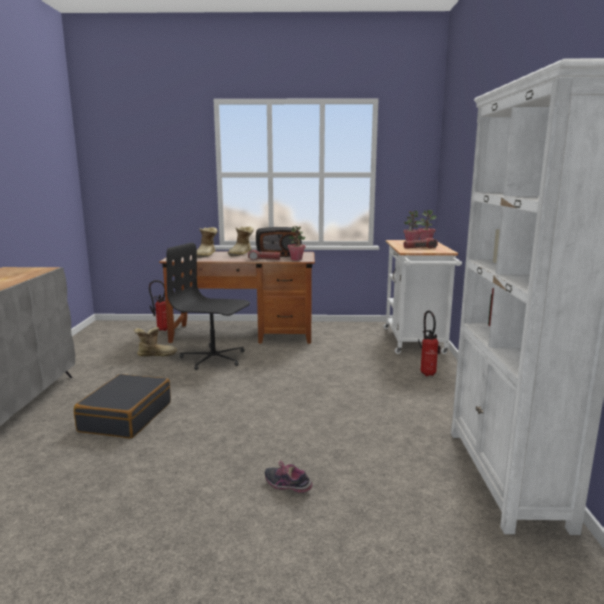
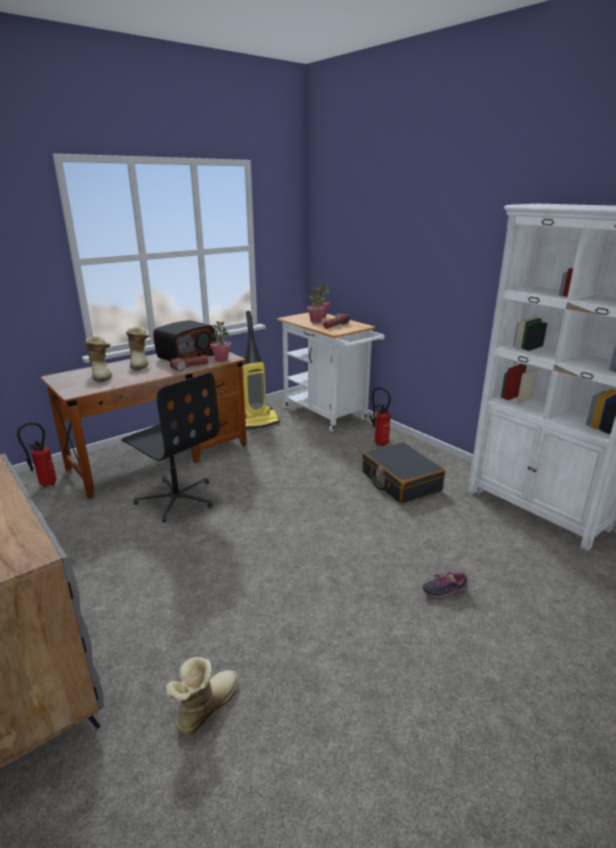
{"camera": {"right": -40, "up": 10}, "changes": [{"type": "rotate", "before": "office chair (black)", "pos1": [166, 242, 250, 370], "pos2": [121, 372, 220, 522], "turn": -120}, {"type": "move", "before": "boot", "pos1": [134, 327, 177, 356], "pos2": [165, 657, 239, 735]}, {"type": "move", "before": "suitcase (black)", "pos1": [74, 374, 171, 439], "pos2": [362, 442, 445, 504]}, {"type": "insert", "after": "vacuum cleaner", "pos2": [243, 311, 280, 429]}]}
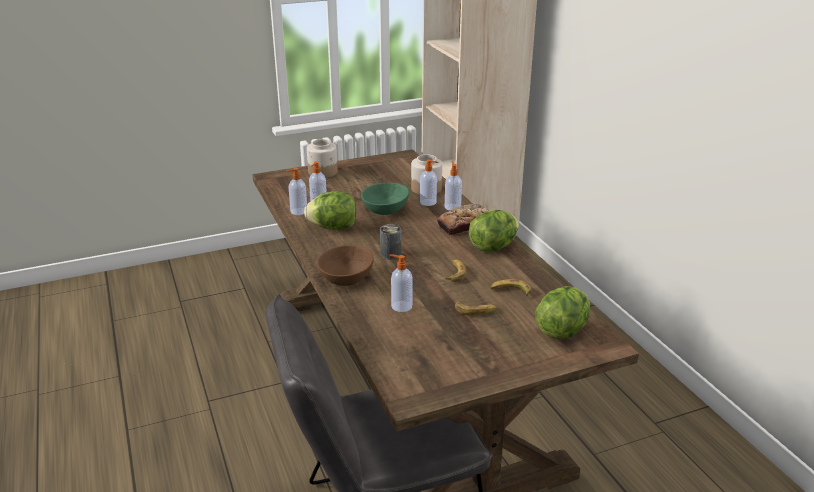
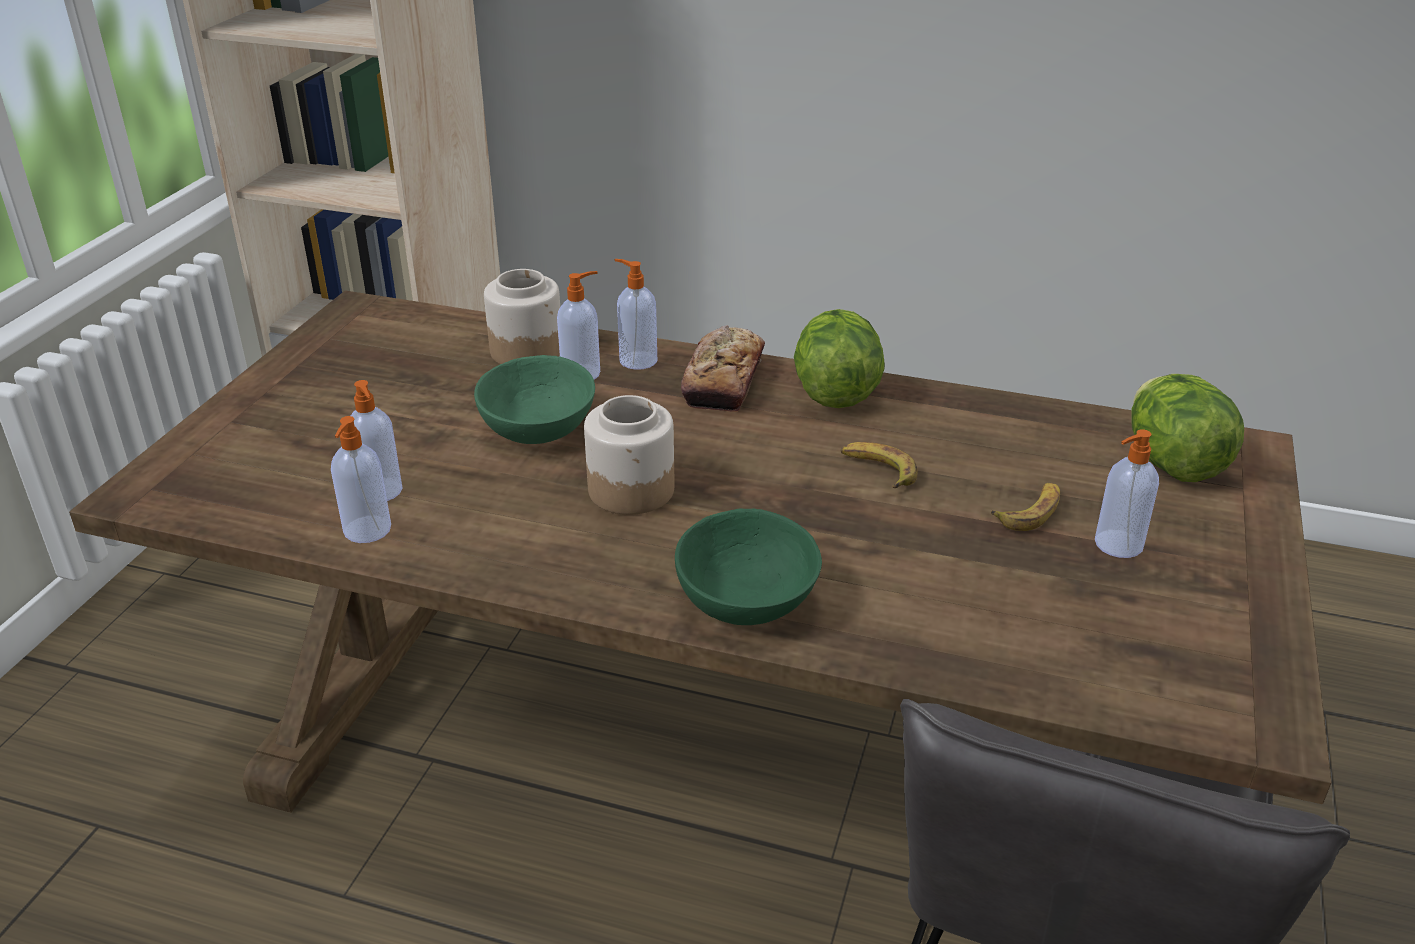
{"camera": {"right": -50, "up": 5}, "changes": [{"type": "move", "before": "jar", "pos1": [307, 139, 338, 178], "pos2": [584, 395, 675, 515]}, {"type": "delete", "before": "lettuce", "pos1": [304, 191, 356, 230]}, {"type": "delete", "before": "can", "pos1": [380, 224, 401, 259]}, {"type": "recolor", "before": "bowl (brown)", "after": "bowl (green)", "pos1": [317, 245, 374, 286], "pos2": [675, 509, 822, 625]}, {"type": "move", "before": "soap dispenser", "pos1": [389, 255, 412, 312], "pos2": [1095, 429, 1159, 558]}, {"type": "delete", "before": "banana", "pos1": [490, 279, 532, 296]}]}
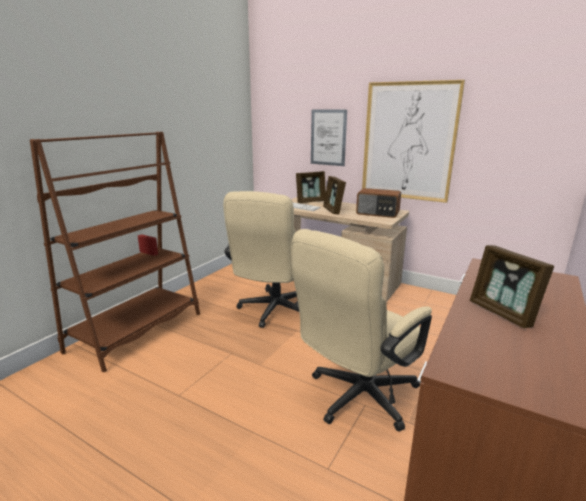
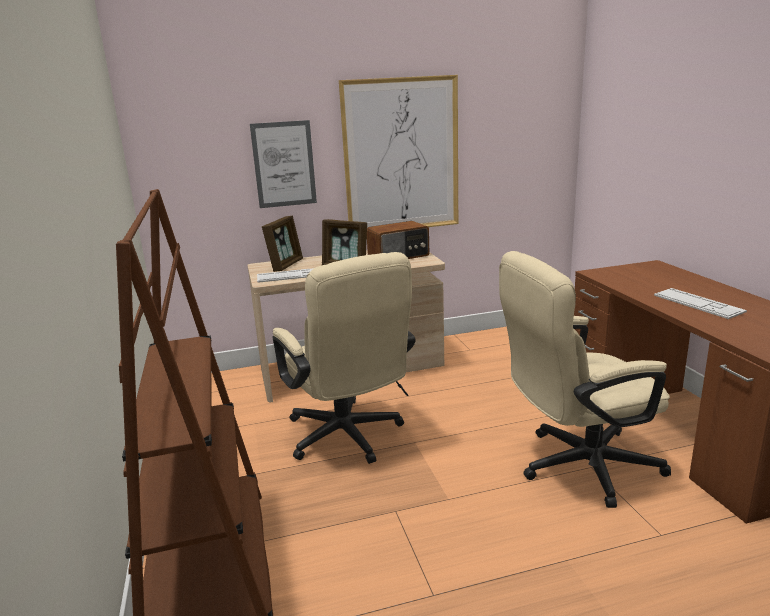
{"camera": {"right": -45, "up": 0}, "changes": [{"type": "rotate", "before": "office chair (beige)", "pos1": [291, 229, 432, 431], "pos2": [499, 251, 671, 508], "turn": 75}, {"type": "replace", "before": "picture frame", "after": "keyboard", "pos1": [470, 245, 554, 328], "pos2": [654, 288, 747, 319]}]}
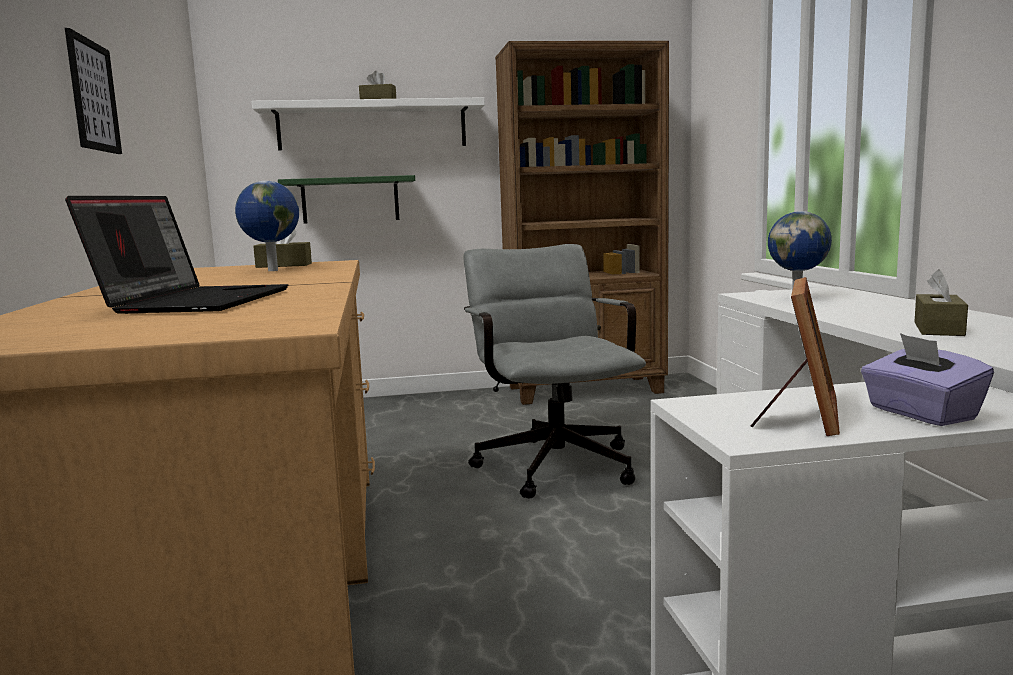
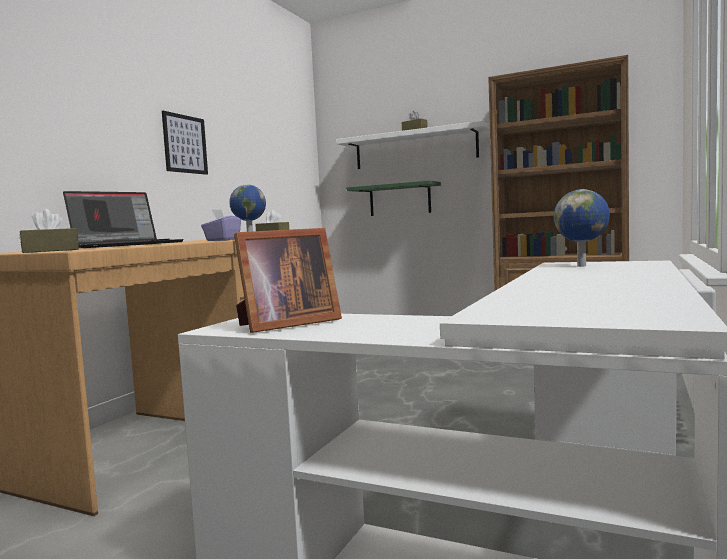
{"camera": {"right": 35, "up": -5}, "changes": [{"type": "delete", "before": "office chair (grey)", "pos1": [463, 244, 646, 499]}, {"type": "move", "before": "tissue box (brown)", "pos1": [914, 269, 968, 336], "pos2": [20, 209, 79, 253]}, {"type": "move", "before": "tissue box (purple)", "pos1": [861, 333, 994, 426], "pos2": [201, 209, 241, 241]}]}
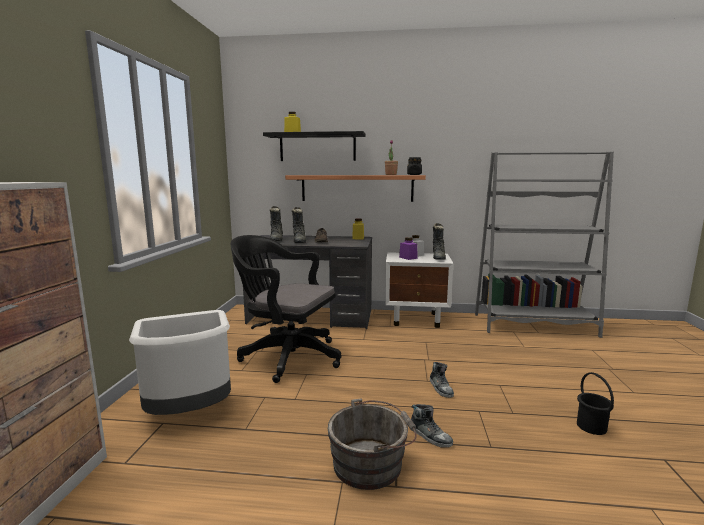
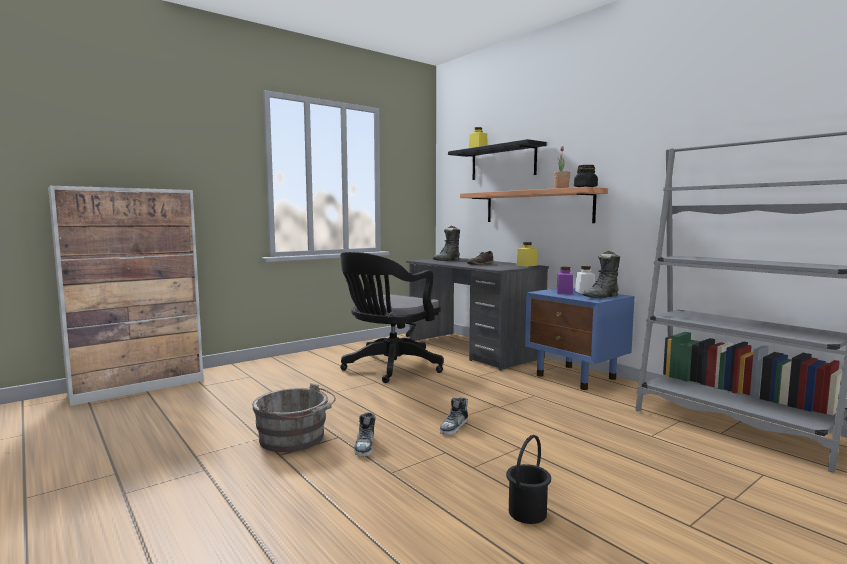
{"camera": {"right": 45, "up": -5}, "changes": [{"type": "delete", "before": "boot (black)", "pos1": [292, 207, 306, 243]}, {"type": "rotate", "before": "office chair (black)", "pos1": [231, 235, 341, 383], "pos2": [340, 252, 444, 383], "turn": -120}, {"type": "recolor", "before": "nightstand (white)", "after": "nightstand (blue)", "pos1": [385, 252, 453, 328], "pos2": [525, 288, 635, 390]}, {"type": "delete", "before": "trash can (white)", "pos1": [129, 310, 231, 415]}]}
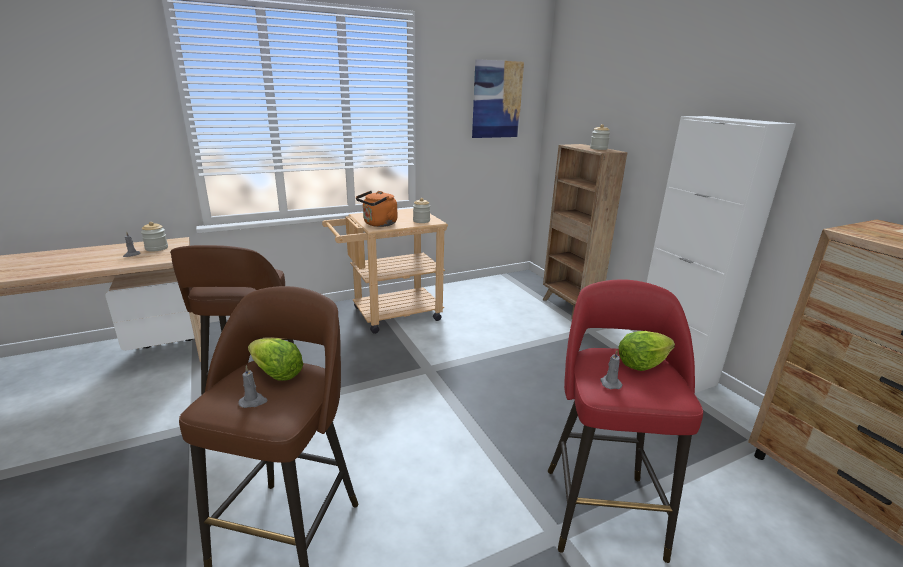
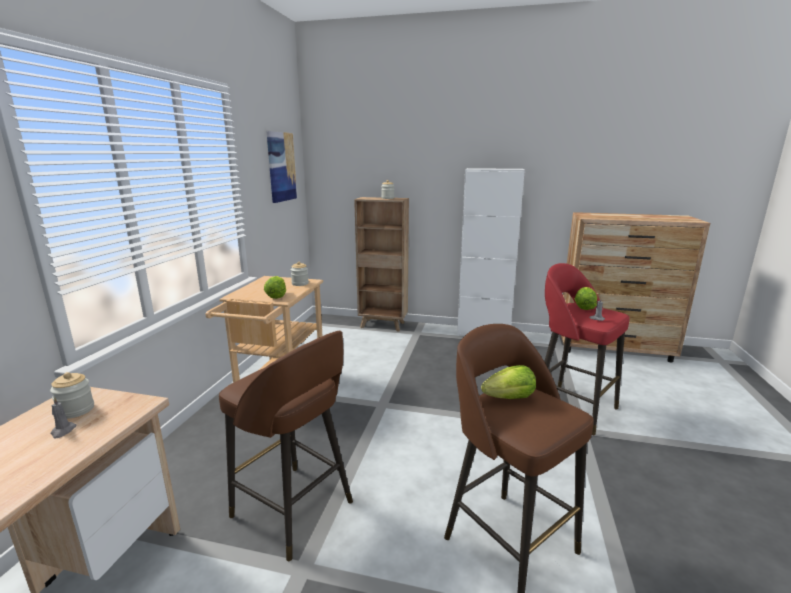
{"camera": {"right": -50, "up": -5}, "changes": [{"type": "replace", "before": "kettle (orange)", "after": "lettuce", "pos1": [356, 191, 397, 227], "pos2": [264, 276, 286, 299]}, {"type": "delete", "before": "candle (grey)", "pos1": [239, 365, 268, 408]}]}
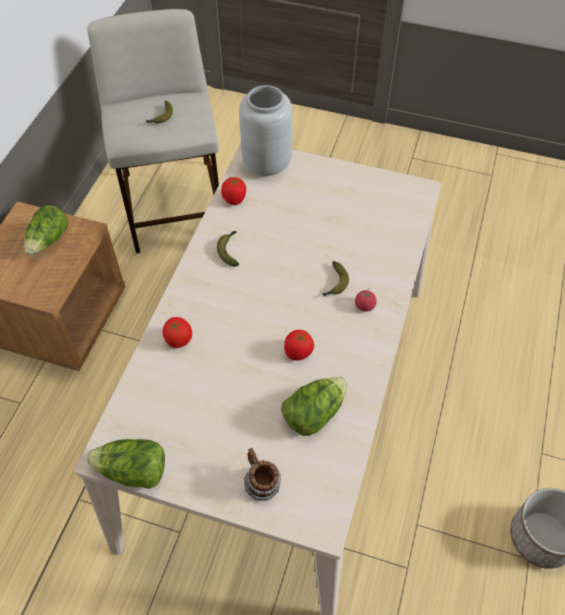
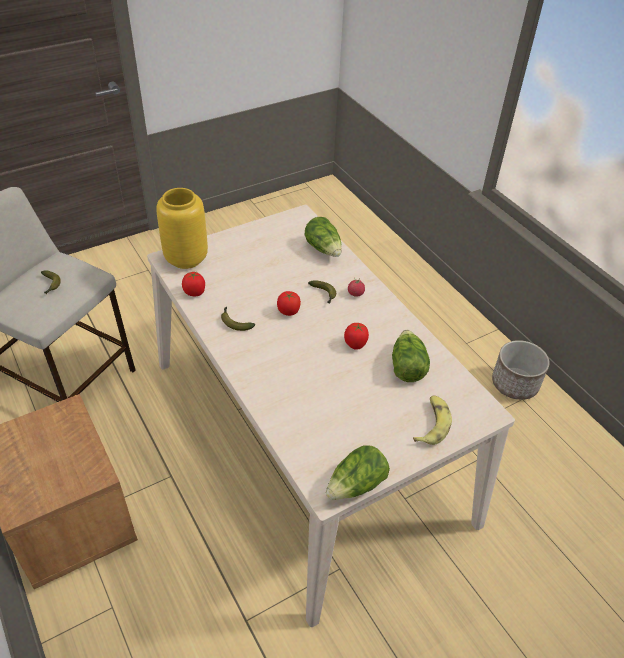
{"camera": {"right": -50, "up": -10}, "changes": [{"type": "recolor", "before": "vase (grey)", "after": "vase (yellow)", "pos1": [239, 85, 293, 176], "pos2": [156, 188, 208, 269]}, {"type": "move", "before": "lettuce", "pos1": [24, 205, 68, 255], "pos2": [304, 217, 342, 257]}, {"type": "move", "before": "tomato", "pos1": [163, 317, 192, 348], "pos2": [277, 291, 301, 316]}, {"type": "replace", "before": "mug", "after": "banana", "pos1": [244, 448, 281, 501], "pos2": [413, 395, 452, 445]}]}
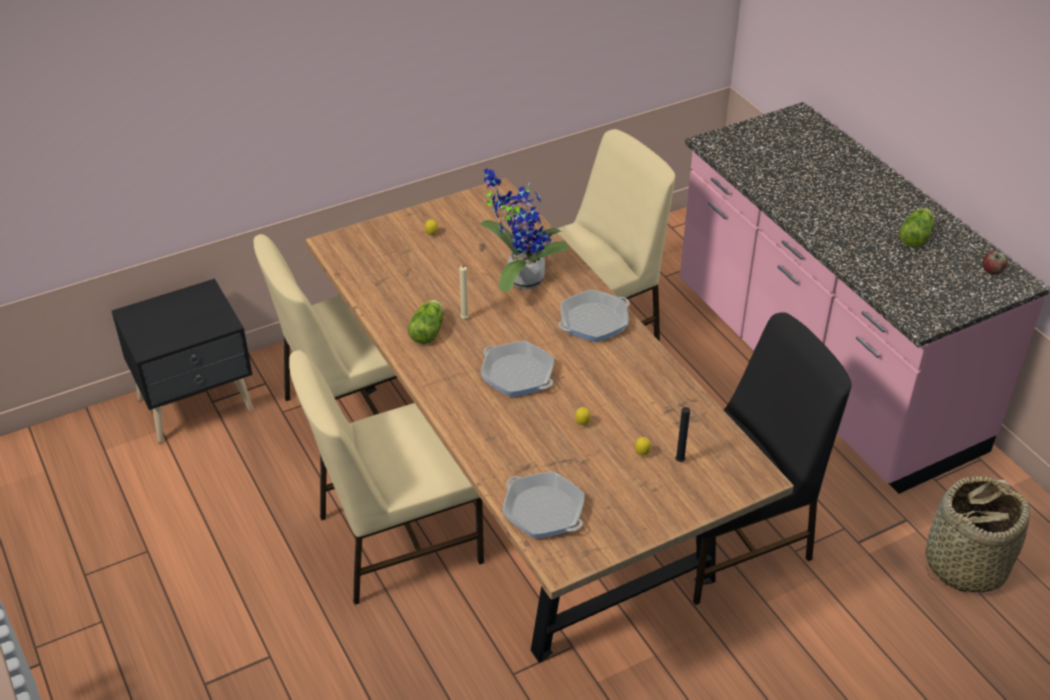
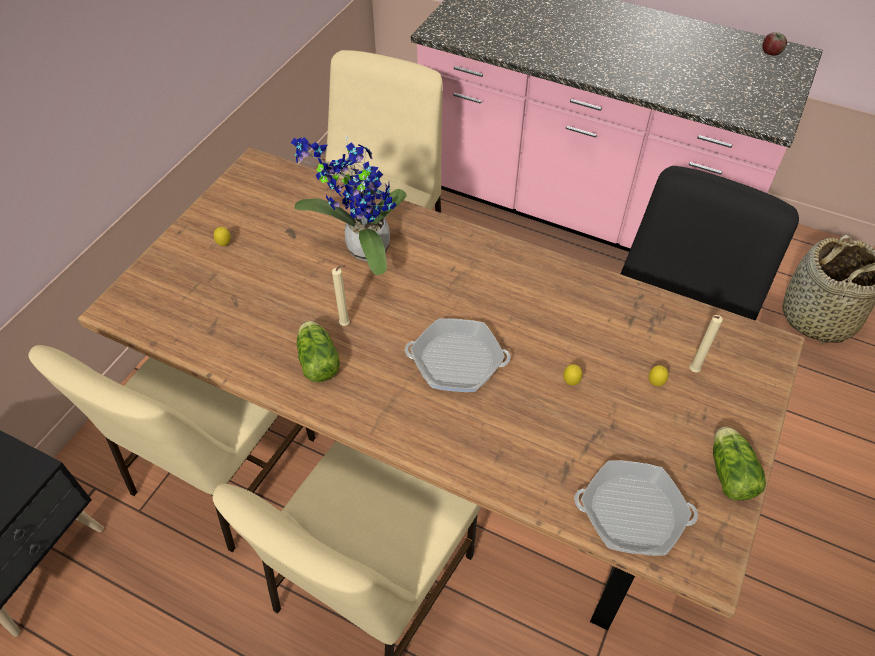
{"camera": {"right": -35, "up": 10}, "changes": [{"type": "move", "before": "lettuce", "pos1": [899, 208, 934, 247], "pos2": [713, 427, 766, 501]}, {"type": "delete", "before": "frying pan", "pos1": [558, 289, 630, 342]}, {"type": "recolor", "before": "candle (black)", "after": "candle (beige)", "pos1": [675, 404, 690, 462], "pos2": [689, 315, 723, 373]}]}
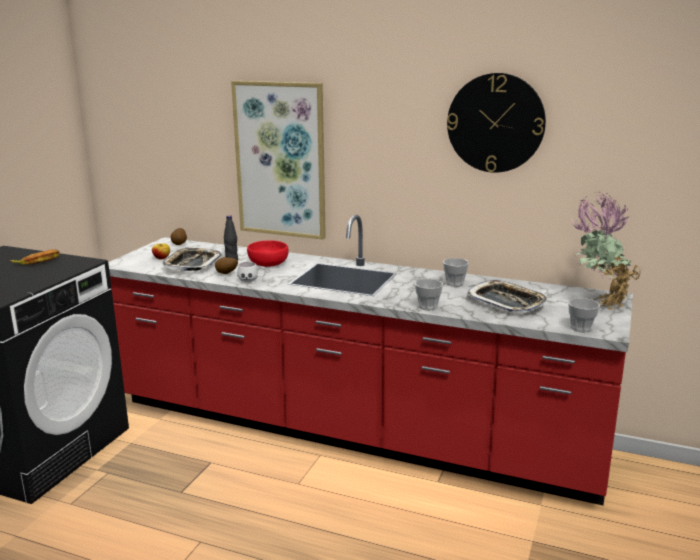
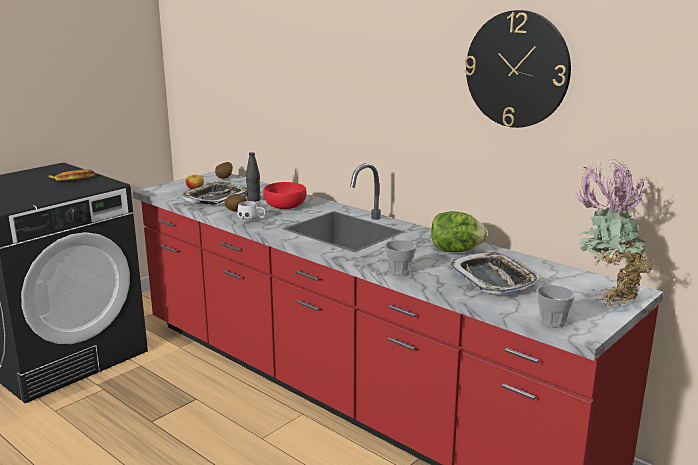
{"camera": {"right": 20, "up": 0}, "changes": [{"type": "delete", "before": "picture", "pos1": [231, 81, 326, 240]}, {"type": "replace", "before": "cup", "after": "lettuce", "pos1": [443, 258, 469, 287], "pos2": [431, 211, 488, 252]}]}
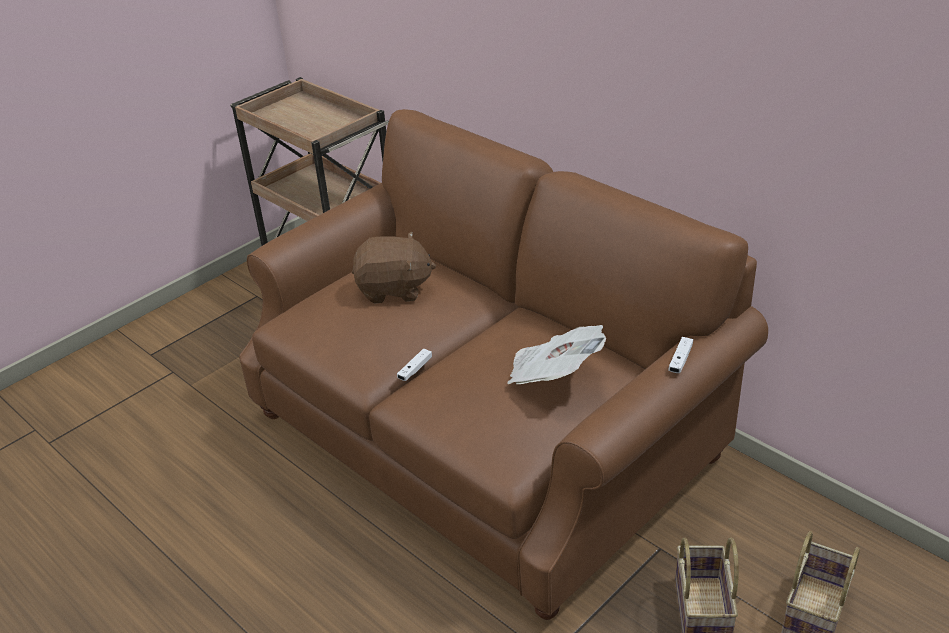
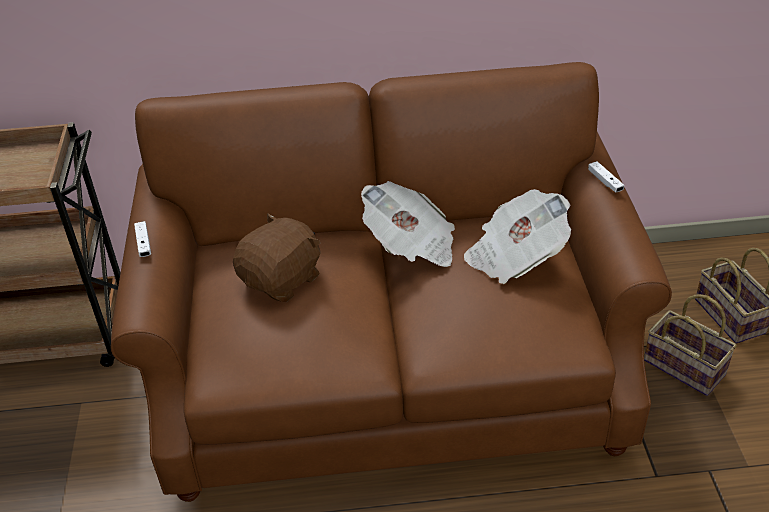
{"camera": {"right": -50, "up": 5}, "changes": [{"type": "move", "before": "game controller (white)", "pos1": [397, 349, 432, 381], "pos2": [134, 221, 151, 257]}, {"type": "insert", "after": "newspaper", "pos2": [361, 181, 455, 267]}]}
